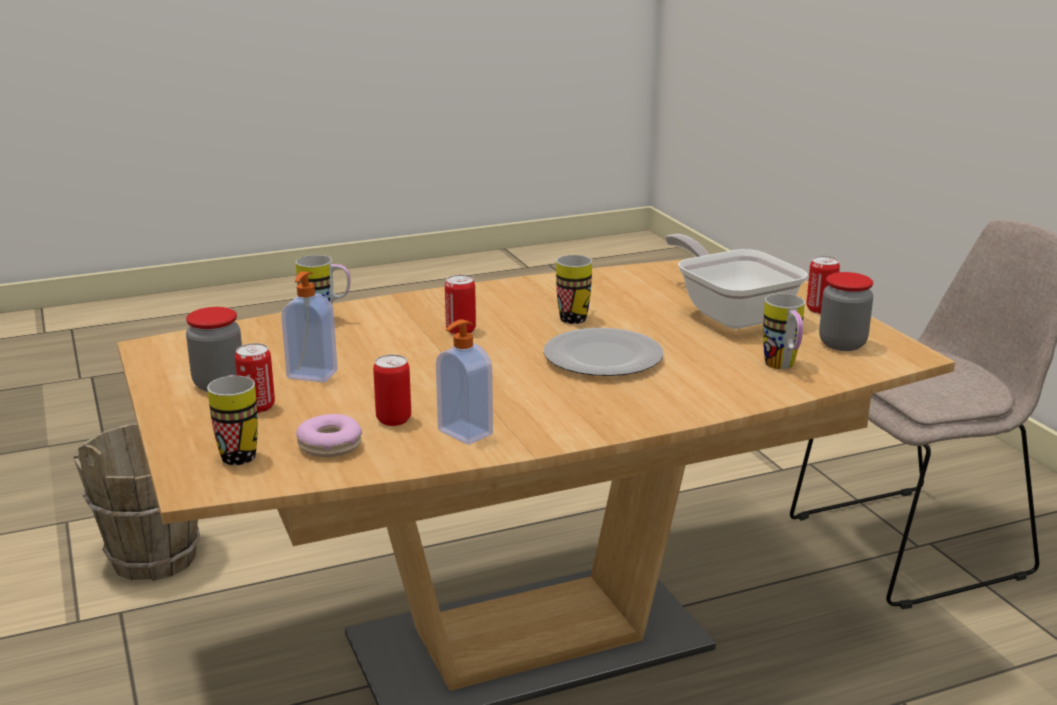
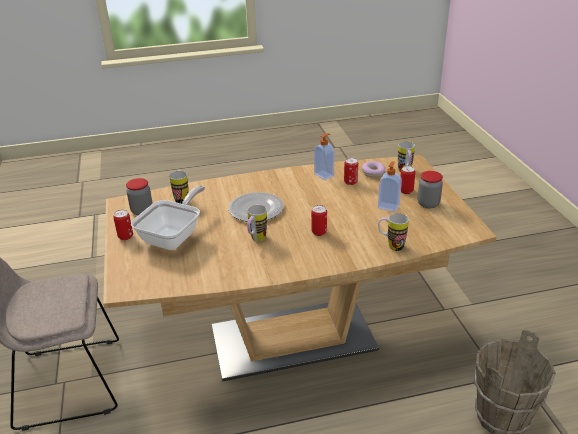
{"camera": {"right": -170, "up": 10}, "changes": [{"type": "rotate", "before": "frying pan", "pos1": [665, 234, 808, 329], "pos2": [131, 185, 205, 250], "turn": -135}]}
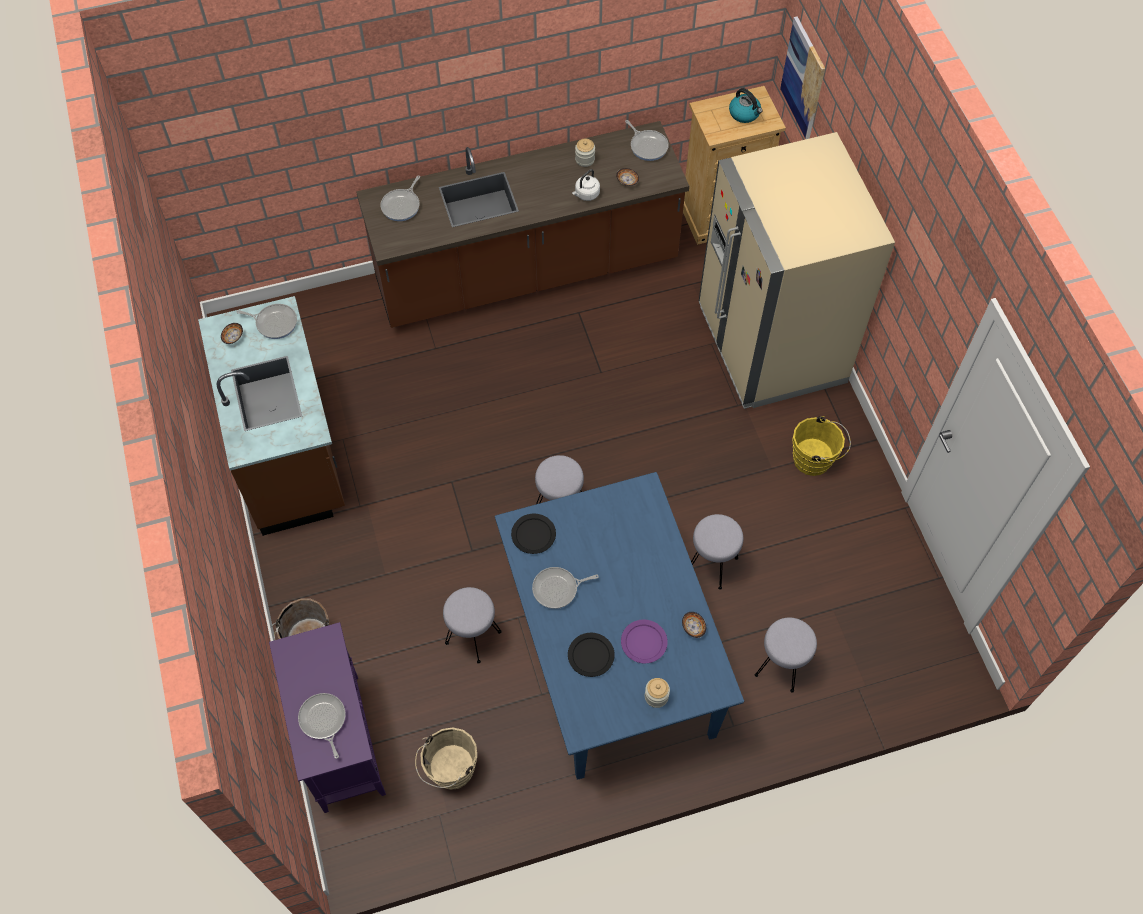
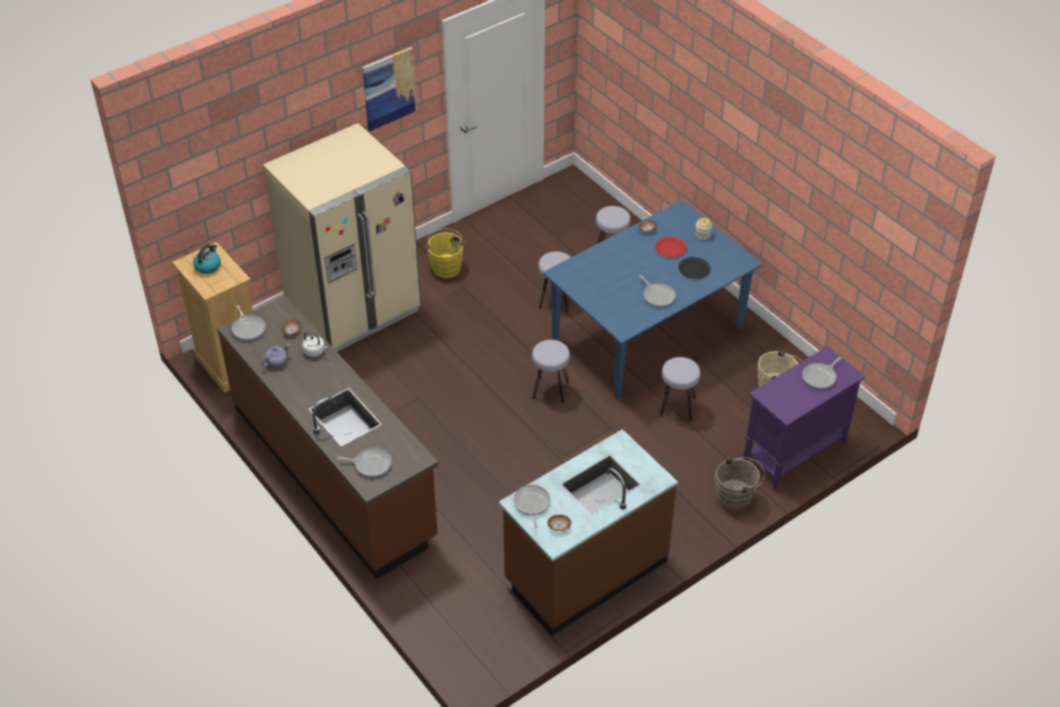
{"camera": {"right": -110, "up": -15}, "changes": [{"type": "move", "before": "picture", "pos1": [780, 16, 825, 139], "pos2": [362, 47, 417, 131]}, {"type": "rotate", "before": "frying pan", "pos1": [625, 120, 669, 161], "pos2": [232, 305, 266, 341], "turn": 120}, {"type": "replace", "before": "jar", "after": "teapot", "pos1": [575, 139, 595, 167], "pos2": [261, 344, 290, 368]}, {"type": "delete", "before": "plate (black)", "pos1": [511, 514, 556, 554]}, {"type": "recolor", "before": "plate (purple)", "after": "plate (red)", "pos1": [621, 620, 668, 663], "pos2": [655, 236, 687, 258]}]}
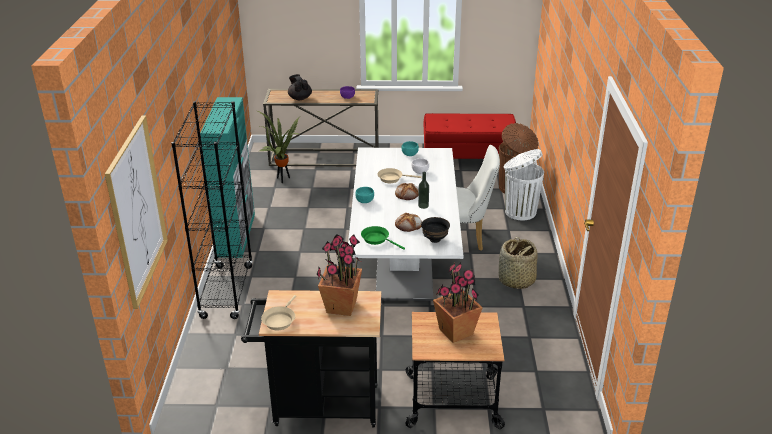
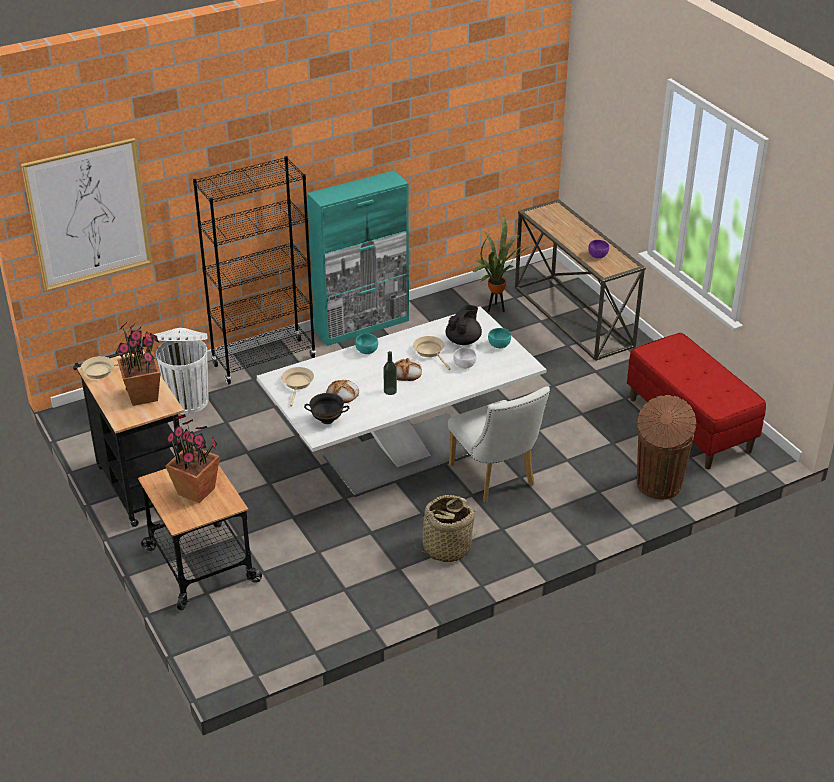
{"camera": {"right": 60, "up": 5}, "changes": [{"type": "move", "before": "teapot (black)", "pos1": [288, 74, 312, 100], "pos2": [445, 305, 482, 345]}, {"type": "move", "before": "trash can (white)", "pos1": [504, 149, 544, 220], "pos2": [154, 328, 208, 414]}, {"type": "recolor", "before": "frying pan (green)", "after": "frying pan (beige)", "pos1": [361, 226, 405, 250], "pos2": [281, 367, 314, 407]}]}
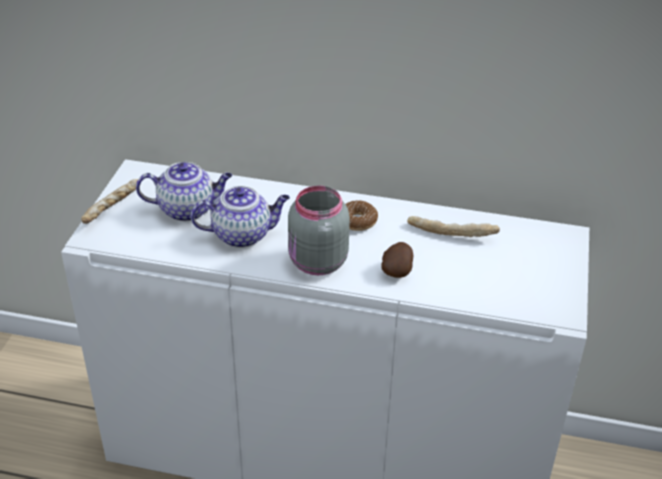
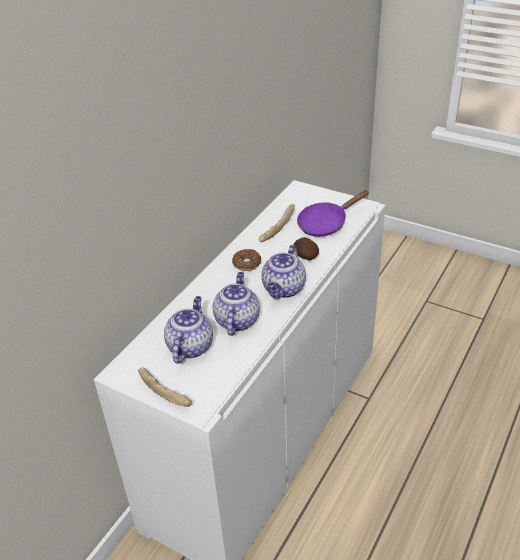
{"camera": {"right": -70, "up": 0}, "changes": [{"type": "replace", "before": "jar (grey)", "after": "teapot", "pos1": [288, 186, 350, 275], "pos2": [261, 245, 306, 299]}, {"type": "insert", "after": "frying pan (purple)", "pos2": [297, 190, 369, 237]}]}
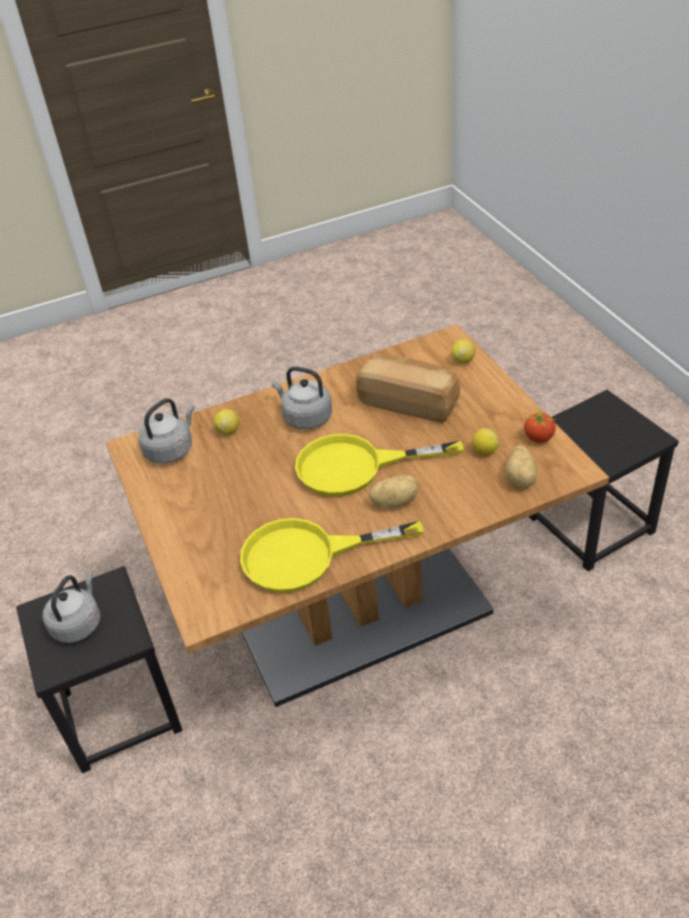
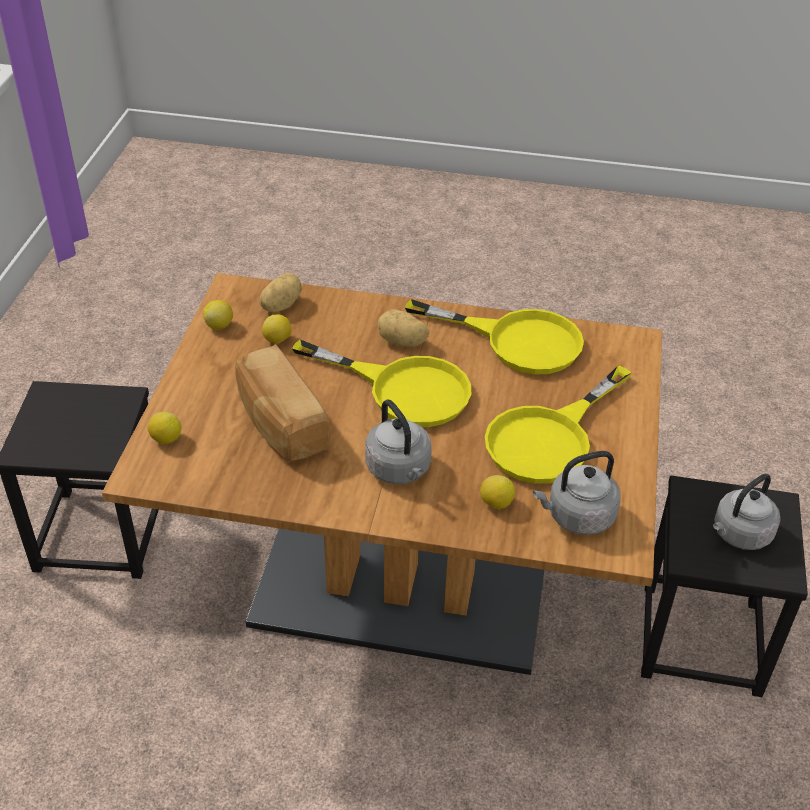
{"camera": {"right": -150, "up": 0}, "changes": [{"type": "replace", "before": "tomato", "after": "lemon", "pos1": [524, 409, 557, 443], "pos2": [203, 300, 233, 330]}, {"type": "insert", "after": "frying pan (yellow)", "pos2": [485, 365, 632, 484]}]}
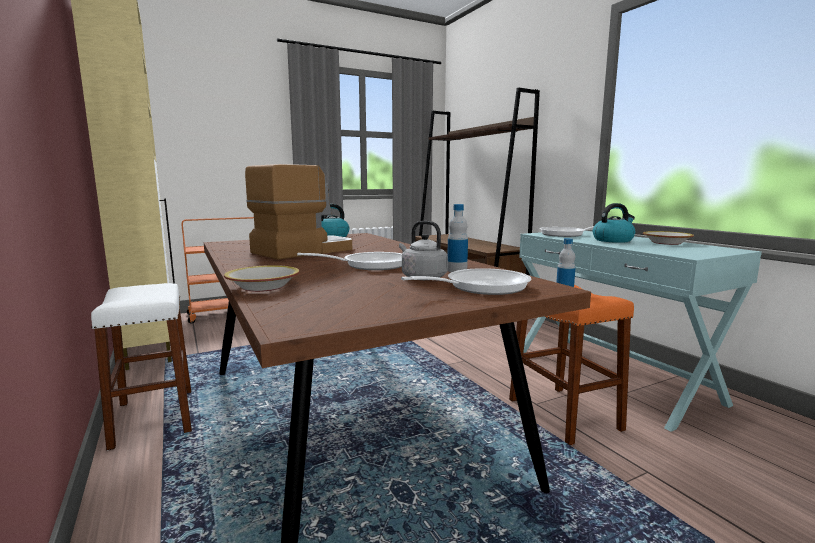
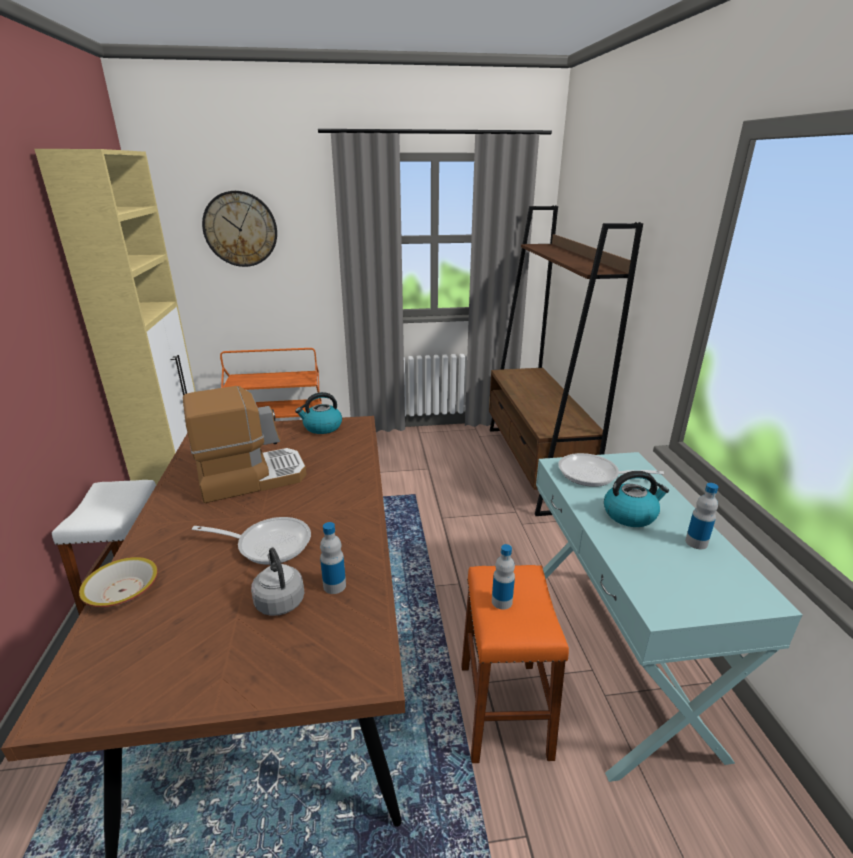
{"camera": {"right": 20, "up": 15}, "changes": [{"type": "replace", "before": "bowl", "after": "bottle", "pos1": [643, 231, 694, 245], "pos2": [685, 483, 718, 549]}, {"type": "delete", "before": "frying pan", "pos1": [401, 268, 532, 295]}, {"type": "insert", "after": "wall clock", "pos2": [202, 191, 277, 267]}]}
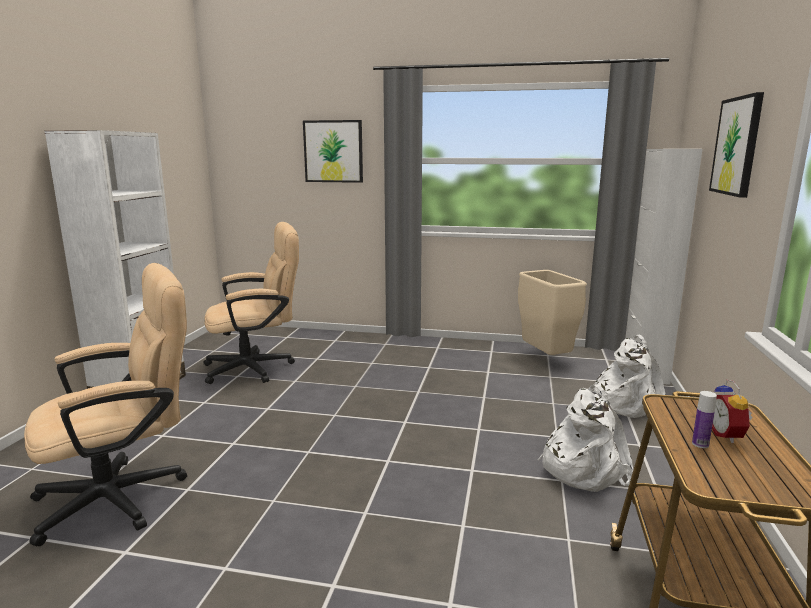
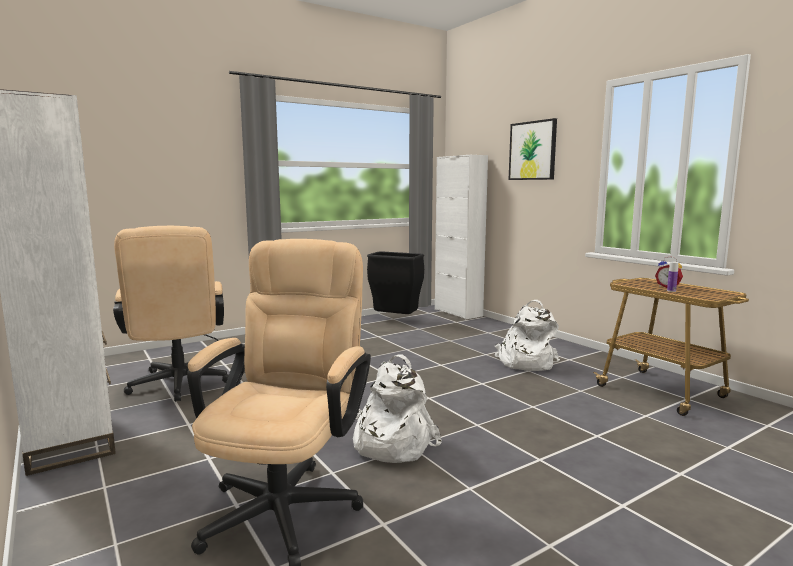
{"camera": {"right": -45, "up": -5}, "changes": [{"type": "delete", "before": "picture", "pos1": [303, 120, 363, 183]}, {"type": "rotate", "before": "office chair (beige)", "pos1": [203, 222, 299, 384], "pos2": [113, 226, 229, 402], "turn": 135}, {"type": "recolor", "before": "trash can (beige)", "after": "trash can (black)", "pos1": [518, 270, 587, 355], "pos2": [367, 252, 424, 314]}, {"type": "move", "before": "backpack (white)", "pos1": [592, 335, 666, 418], "pos2": [353, 354, 442, 463]}]}
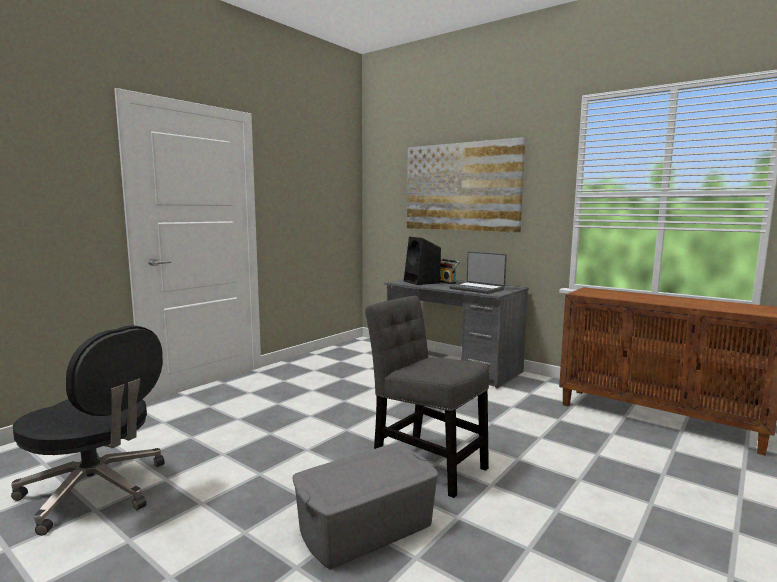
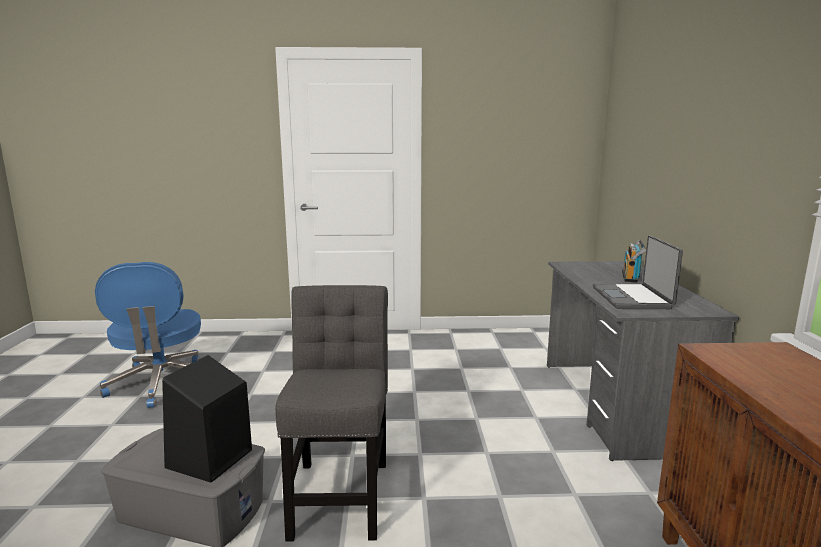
{"camera": {"right": 50, "up": 5}, "changes": [{"type": "delete", "before": "picture", "pos1": [407, 137, 525, 233]}, {"type": "move", "before": "speaker (black)", "pos1": [404, 237, 441, 285], "pos2": [162, 355, 252, 483]}, {"type": "recolor", "before": "office chair (black)", "after": "office chair (blue)", "pos1": [11, 325, 165, 536], "pos2": [95, 262, 201, 408]}]}
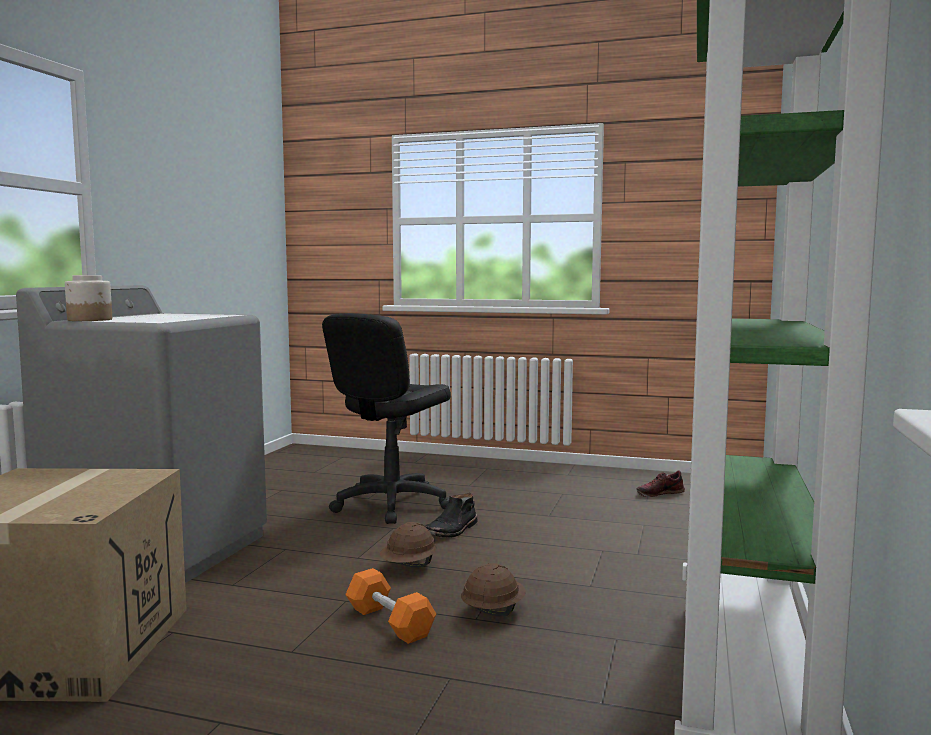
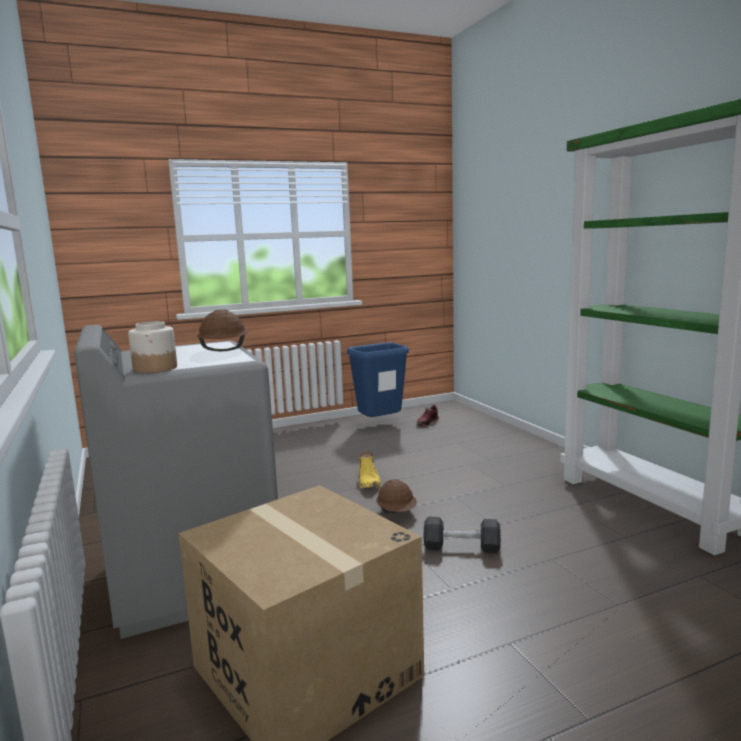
{"camera": {"right": -40, "up": 5}, "changes": [{"type": "delete", "before": "office chair (black)", "pos1": [322, 313, 451, 524]}, {"type": "recolor", "before": "boot (black)", "after": "boot (yellow)", "pos1": [425, 493, 478, 538], "pos2": [359, 452, 381, 489]}, {"type": "move", "before": "hard hat (brown)", "pos1": [461, 563, 526, 616], "pos2": [197, 309, 248, 352]}, {"type": "recolor", "before": "dumbbell (orange)", "after": "dumbbell (black)", "pos1": [345, 568, 436, 644], "pos2": [424, 516, 501, 553]}, {"type": "insert", "after": "trash can (blue)", "pos2": [347, 342, 409, 417]}]}
